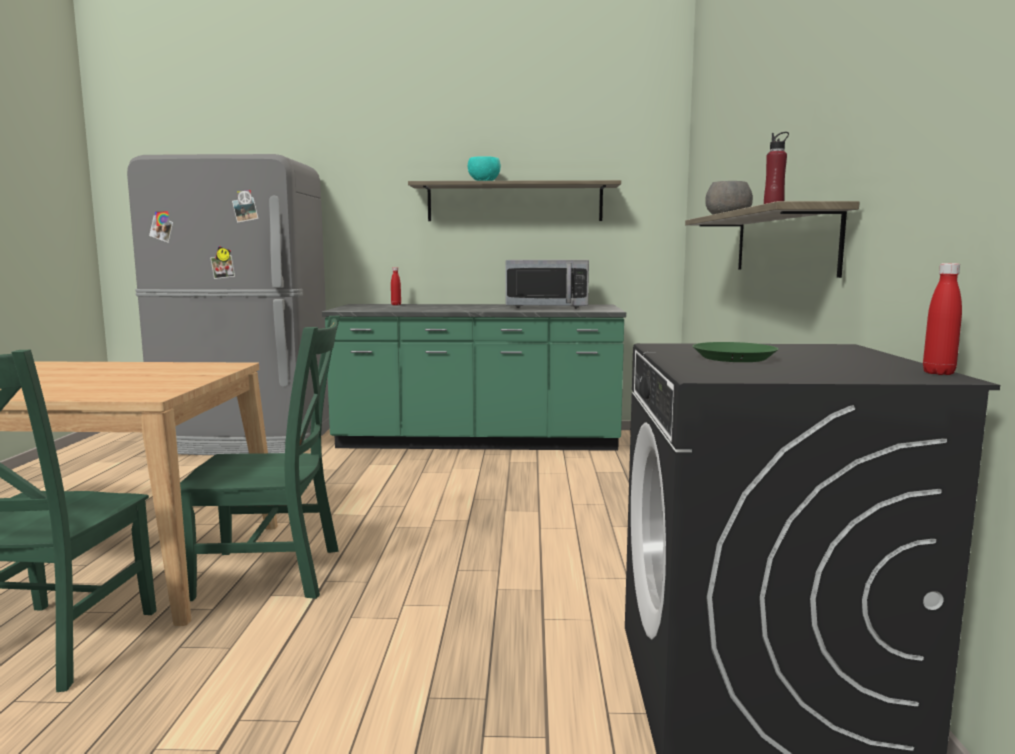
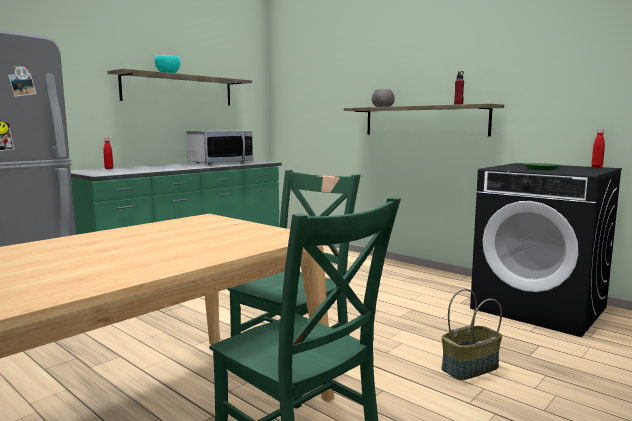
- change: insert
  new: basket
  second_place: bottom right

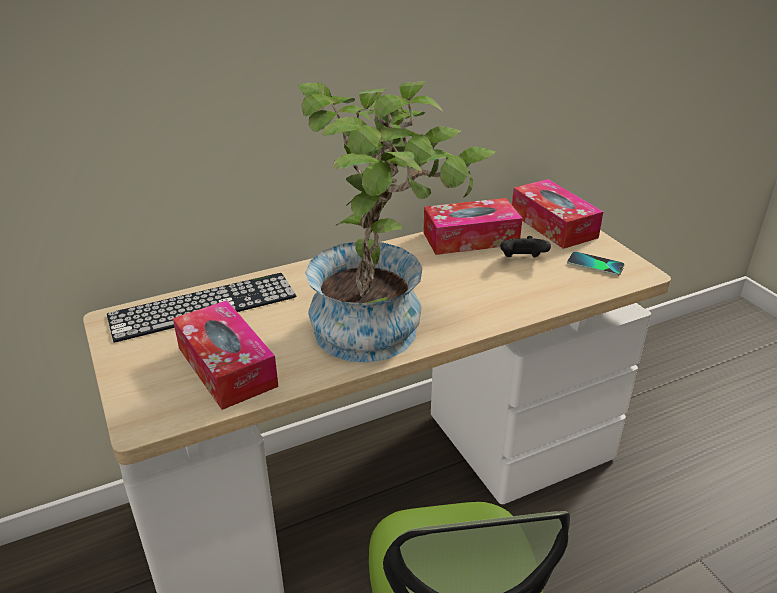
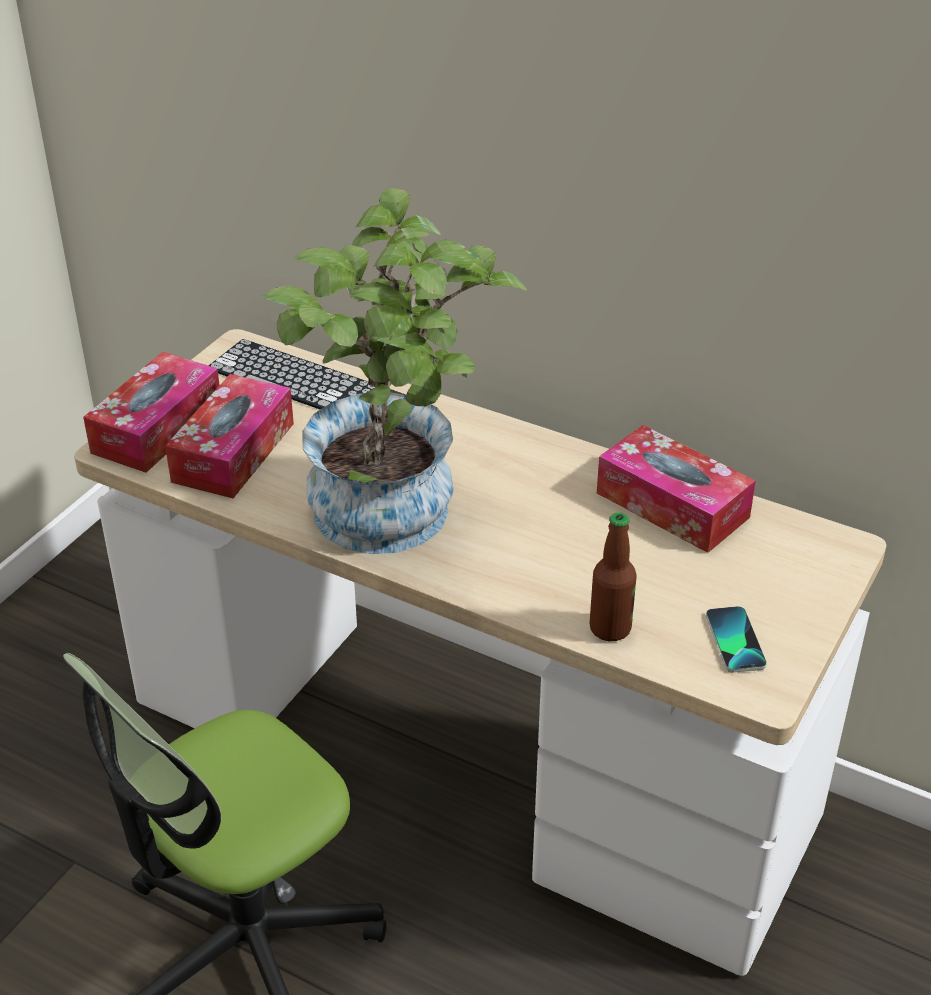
- change: delete
  old: black_game_controller
  first_place: middle right
- change: insert
  new: bottle
  second_place: centre
- change: move
  old: tissue_box (3rd from left in the first image)
  new: tissue_box (1st from left)
  first_place: middle right
  second_place: middle left

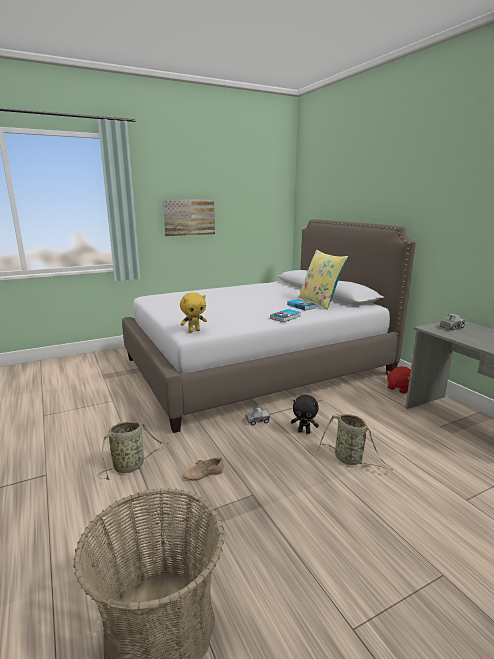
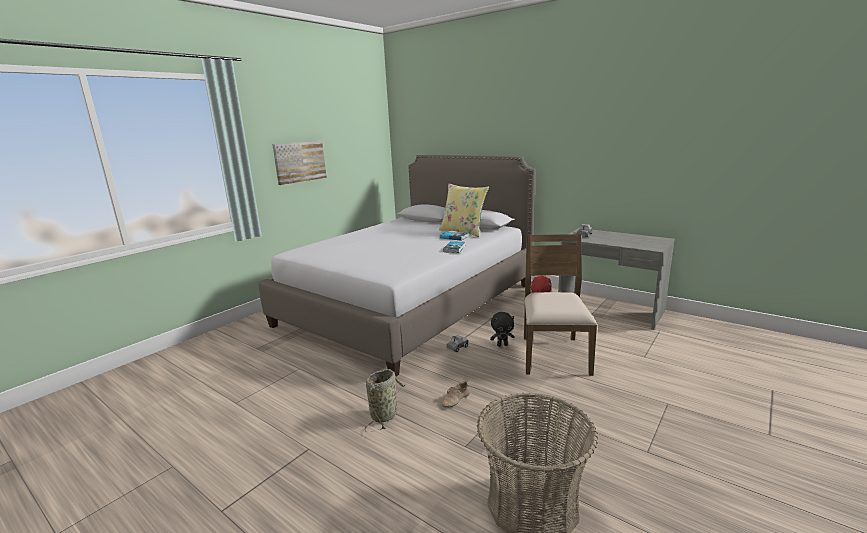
- change: delete
  old: yellow_plush_toy
  first_place: centre
- change: replace
  old: basket (3rd from left)
  new: brown_chair
  first_place: bottom right
  second_place: centre

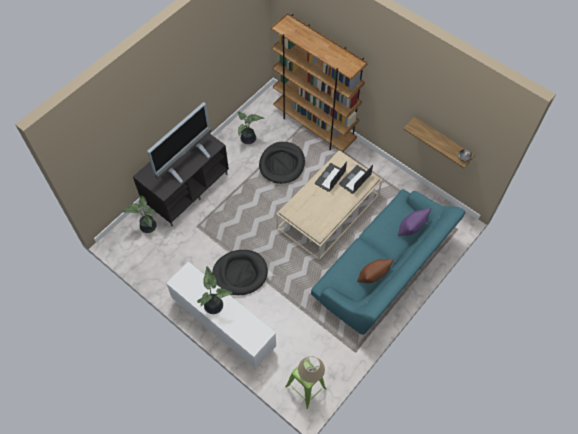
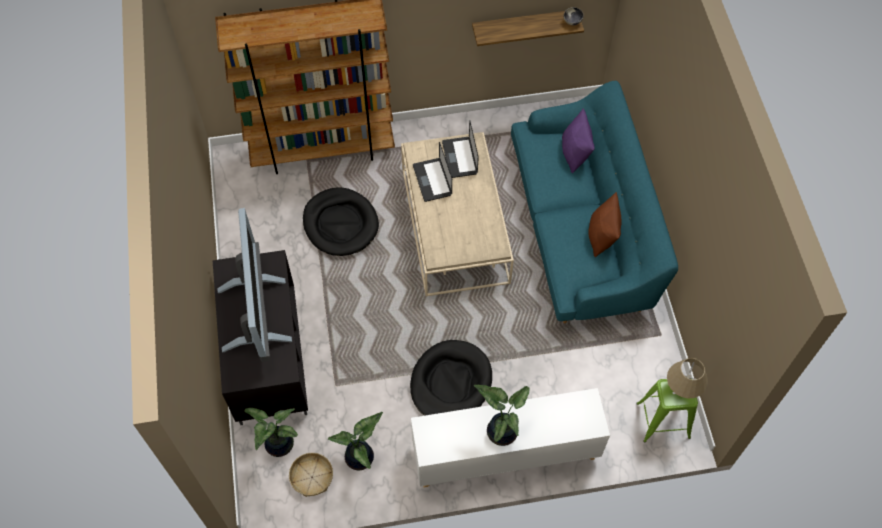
- change: insert
  new: basket
  second_place: bottom centre
- change: move
  old: potted_plant (3rd from left in the first image)
  new: potted_plant (2nd from left)
  first_place: top centre
  second_place: bottom centre

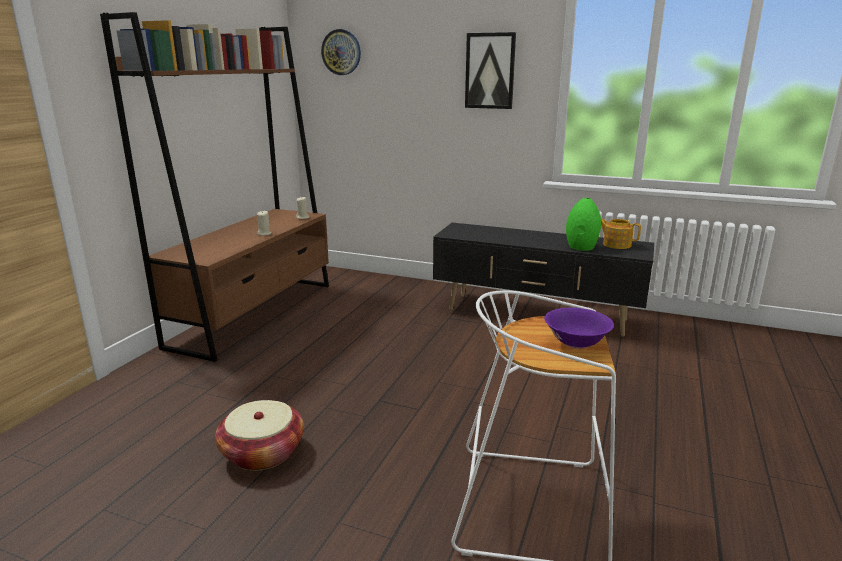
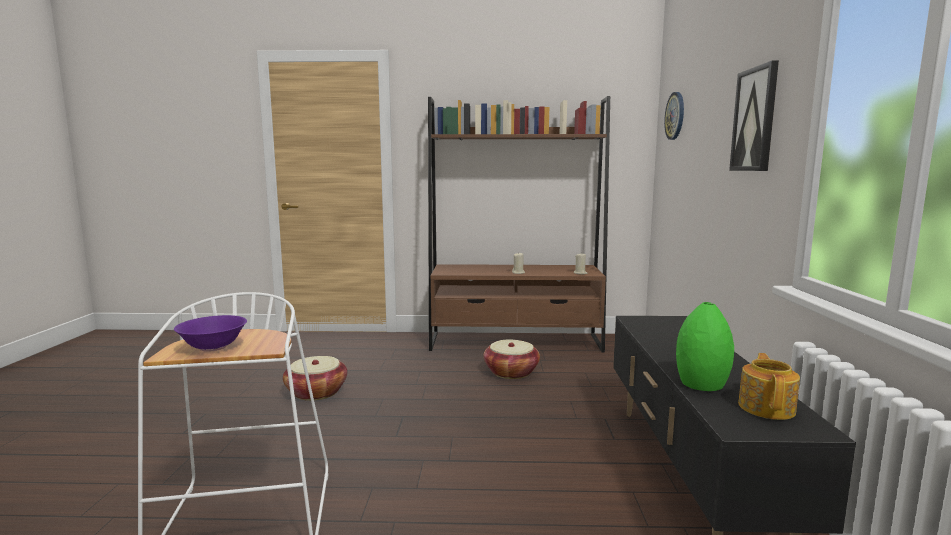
- change: insert
  new: basket (2nd from left)
  second_place: bottom centre

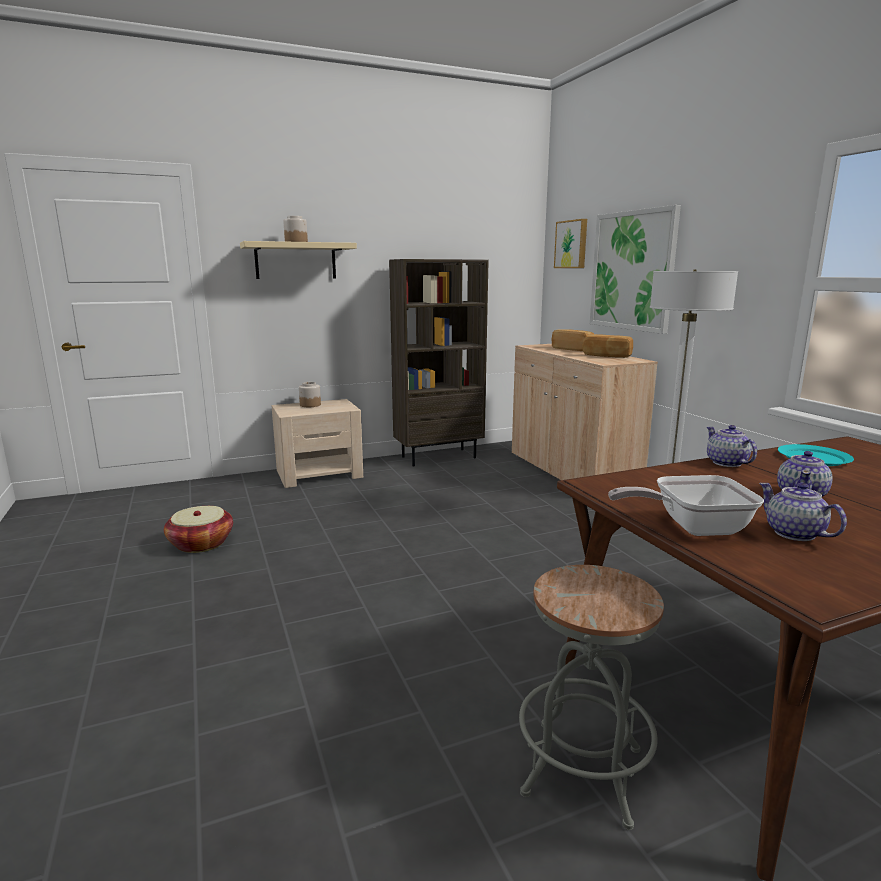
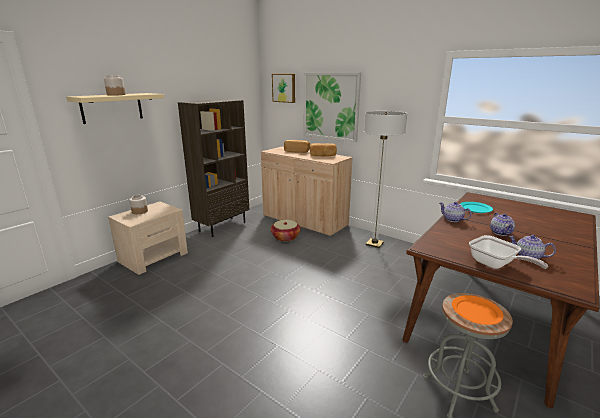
- change: insert
  new: orange_plate
  second_place: bottom right
- change: move
  old: basket
  first_place: middle left
  second_place: centre
- change: rotate
  old: frying_pan
  first_place: middle right
  second_place: middle right
  degrees: -90

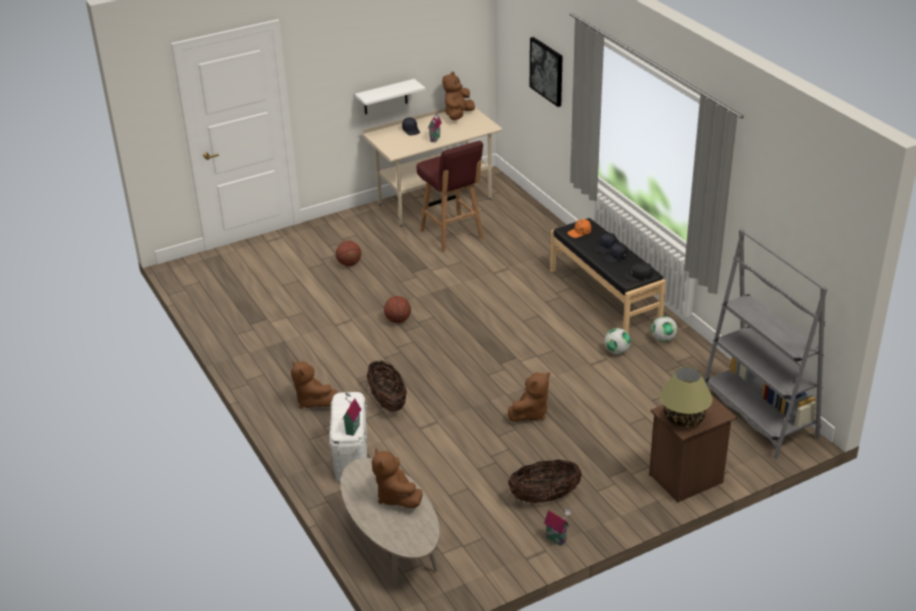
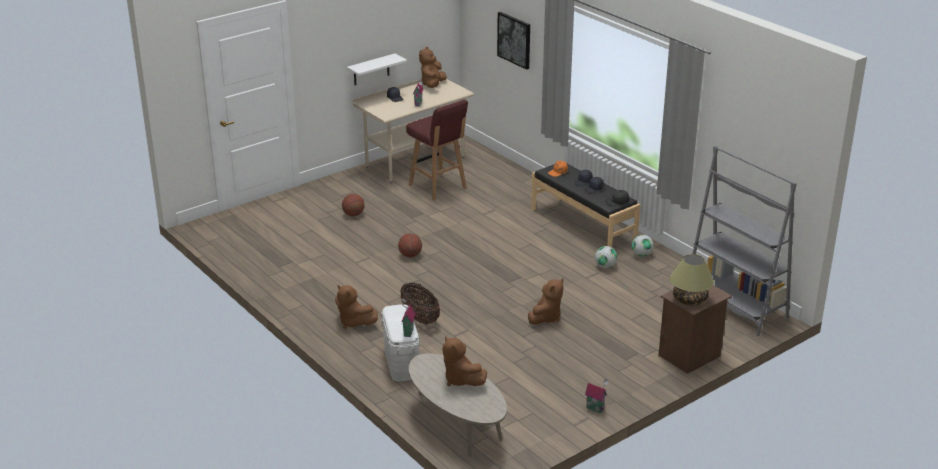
- change: delete
  old: basket (2nd from left)
  first_place: bottom centre

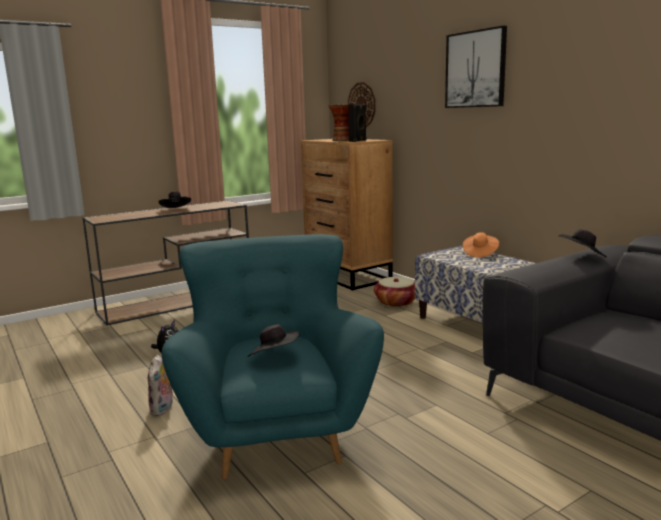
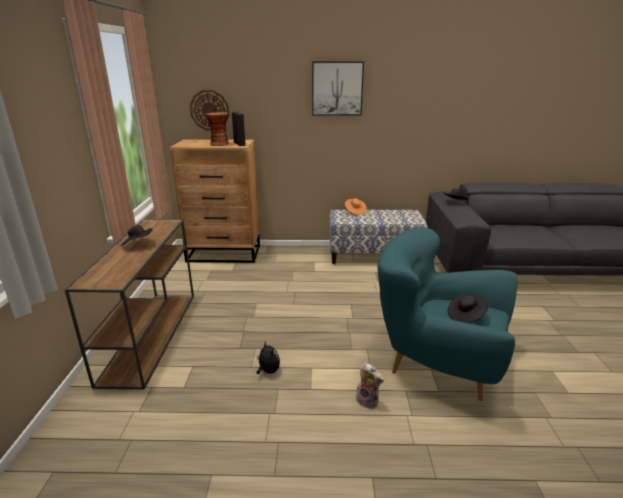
- change: delete
  old: basket
  first_place: centre

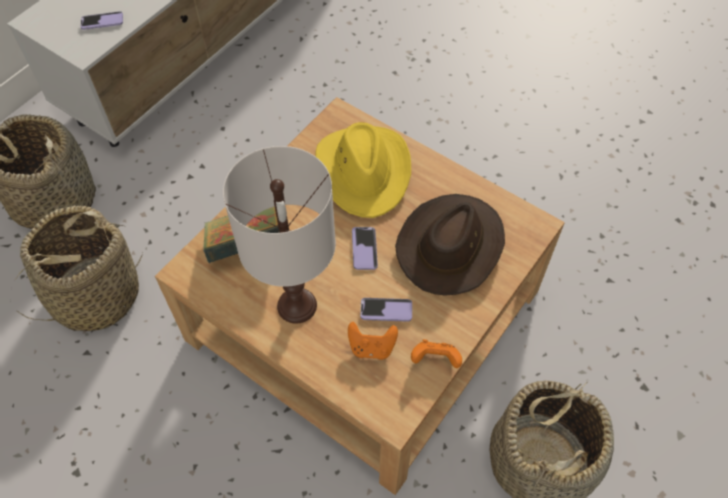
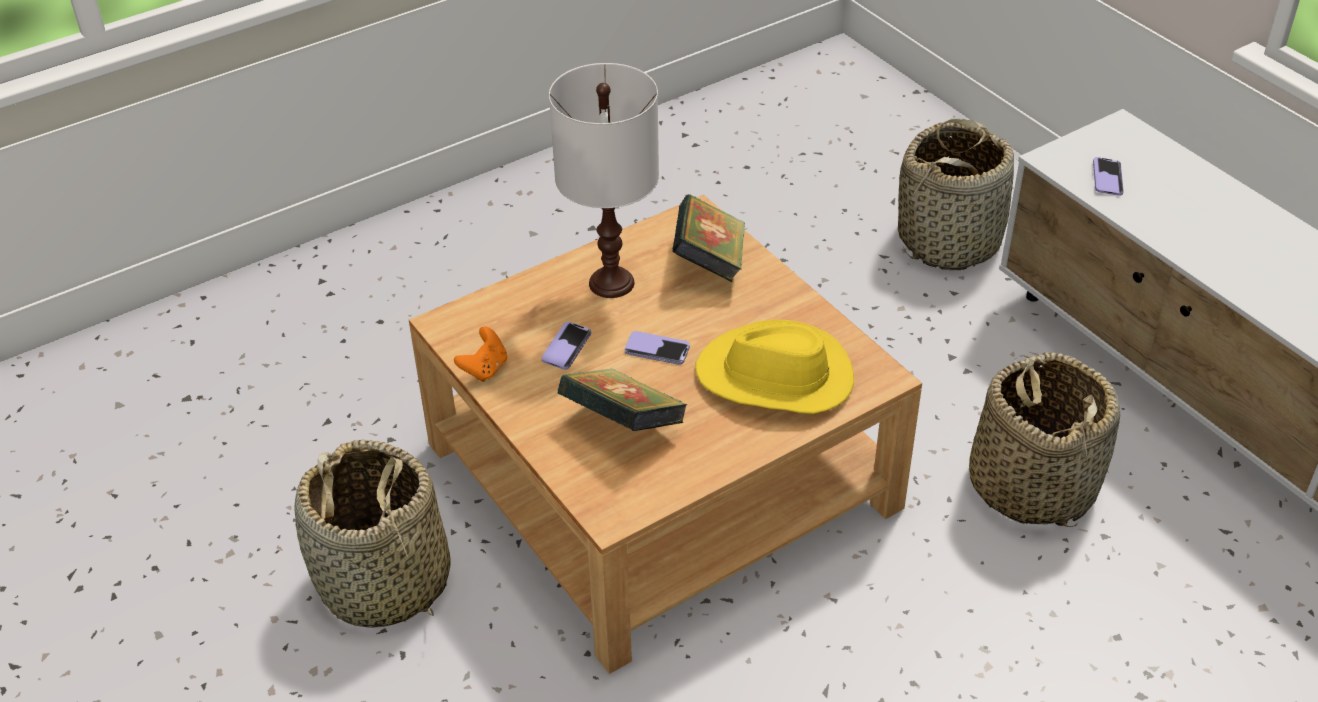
- change: delete
  old: orange_game_controller (1st from left)
  first_place: bottom centre
- change: move
  old: basket (2nd from left in the first image)
  new: basket (3rd from left)
  first_place: middle left
  second_place: middle right
- change: replace
  old: brown_hat
  new: book (1st from left)
  first_place: centre
  second_place: centre

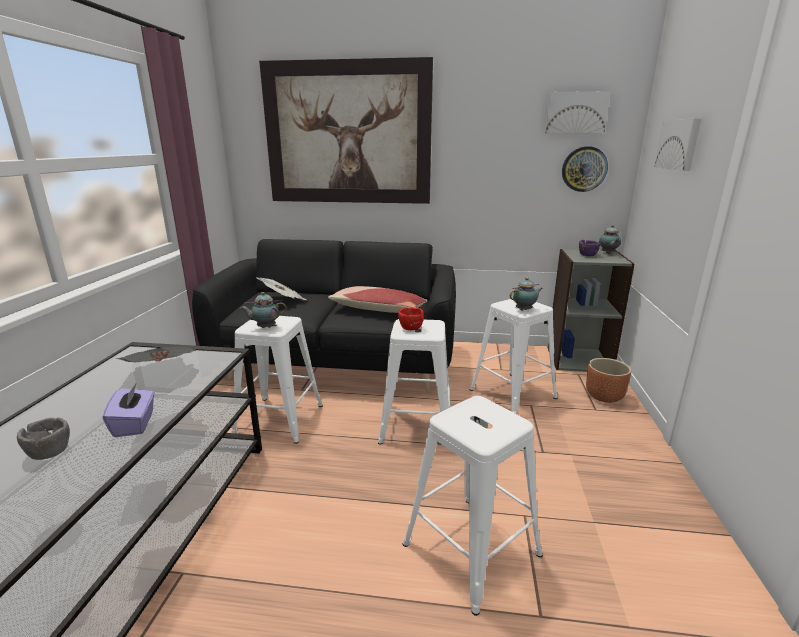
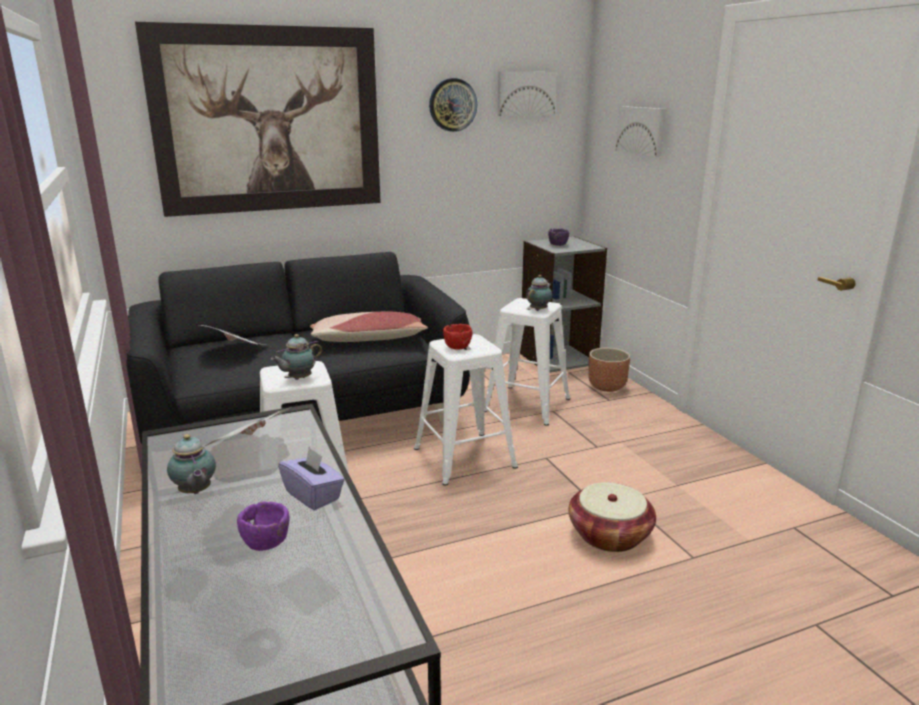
- change: move
  old: wall_clock
  first_place: top right
  second_place: top centre
- change: move
  old: teapot (3rd from left in the first image)
  new: teapot (1st from left)
  first_place: middle right
  second_place: middle left
- change: replace
  old: white_stool (3rd from left)
  new: basket
  first_place: bottom centre
  second_place: bottom centre
- change: recolor
  old: grey_bowl
  new: purple_bowl (1st from left)
  first_place: bottom left
  second_place: bottom left

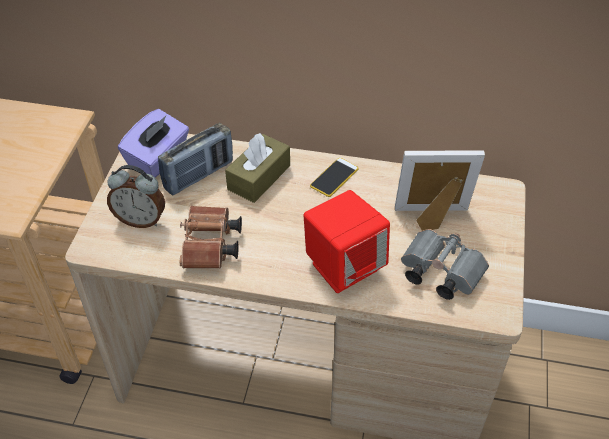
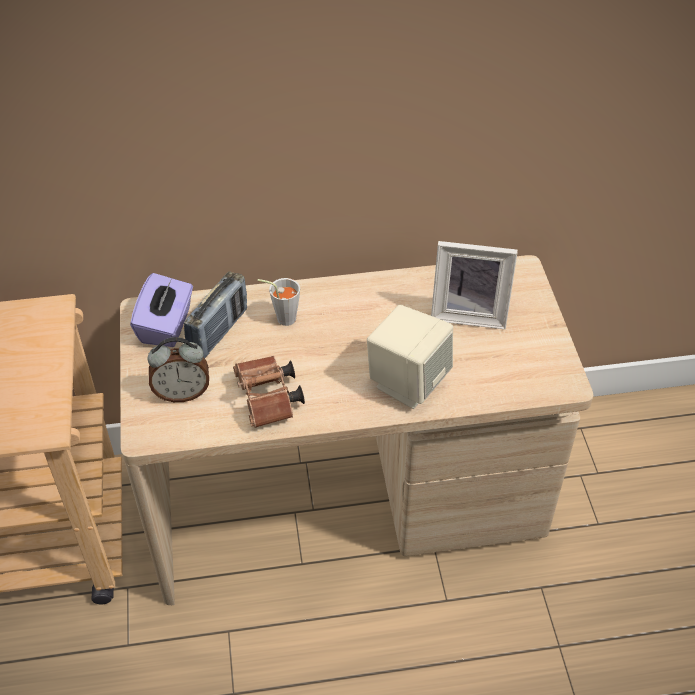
- change: delete
  old: phone
  first_place: centre
- change: delete
  old: grey_binoculars
  first_place: middle right
- change: replace
  old: brown_tissue_box
  new: grey_cup
  first_place: centre
  second_place: centre
- change: recolor
  old: red_speaker
  new: beige_speaker
  first_place: centre
  second_place: centre
- change: rotate
  old: picture_frame
  first_place: middle right
  second_place: middle right
  degrees: -150

